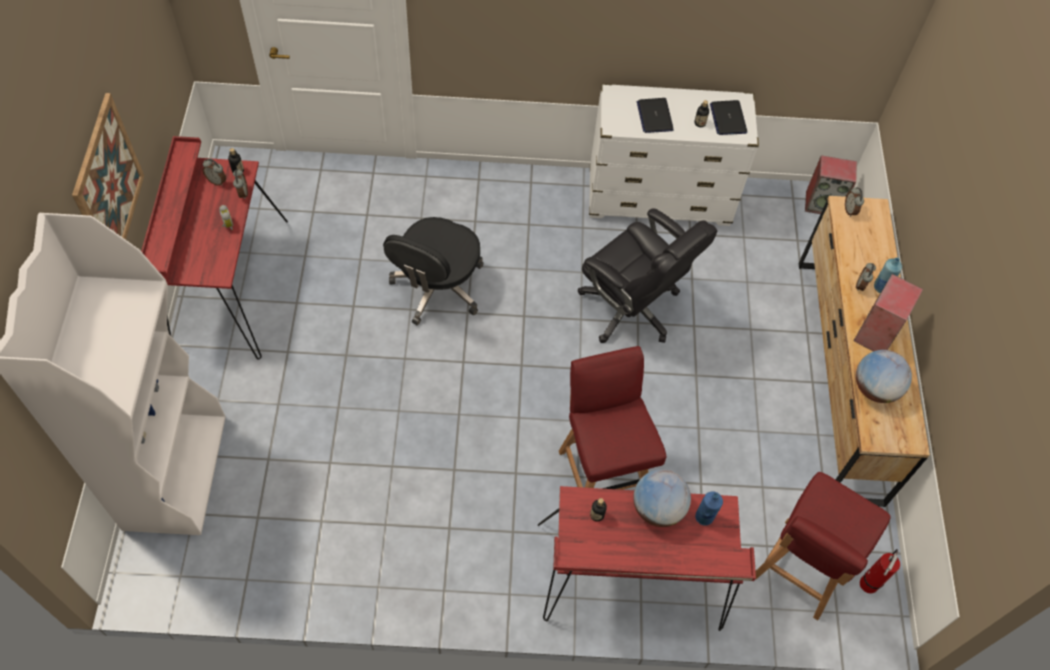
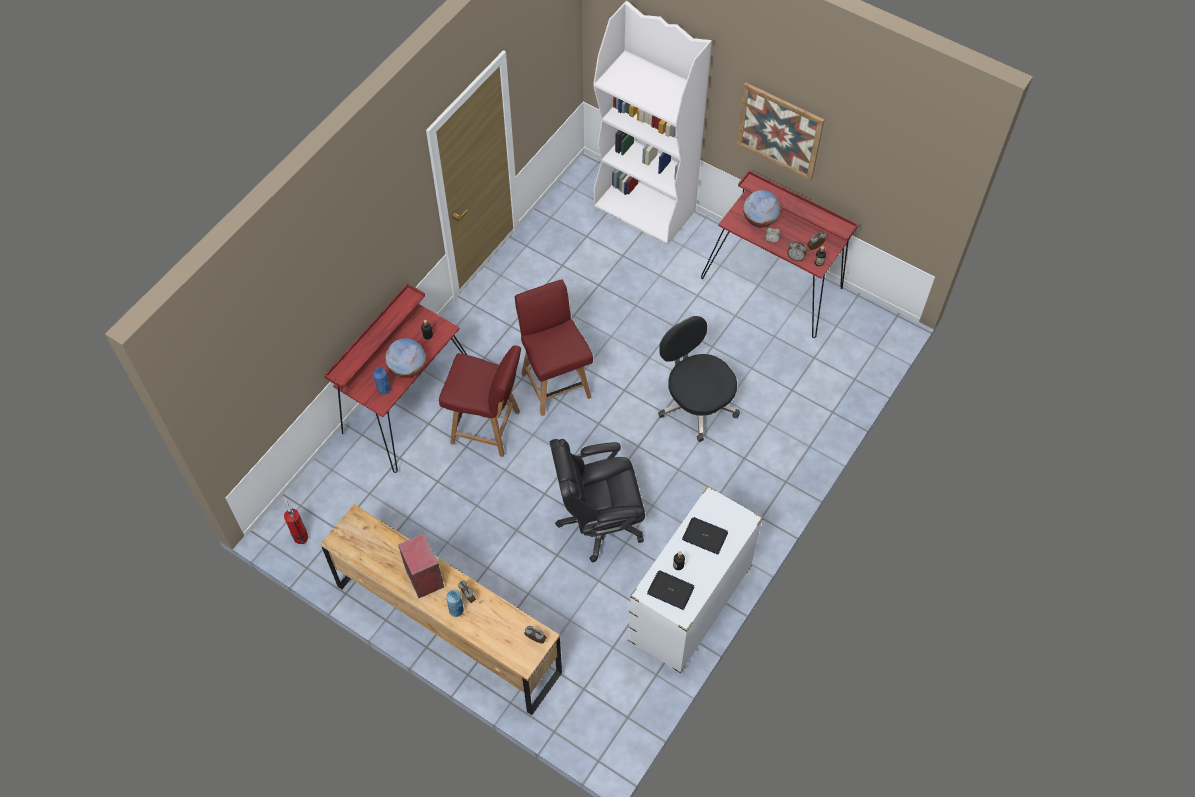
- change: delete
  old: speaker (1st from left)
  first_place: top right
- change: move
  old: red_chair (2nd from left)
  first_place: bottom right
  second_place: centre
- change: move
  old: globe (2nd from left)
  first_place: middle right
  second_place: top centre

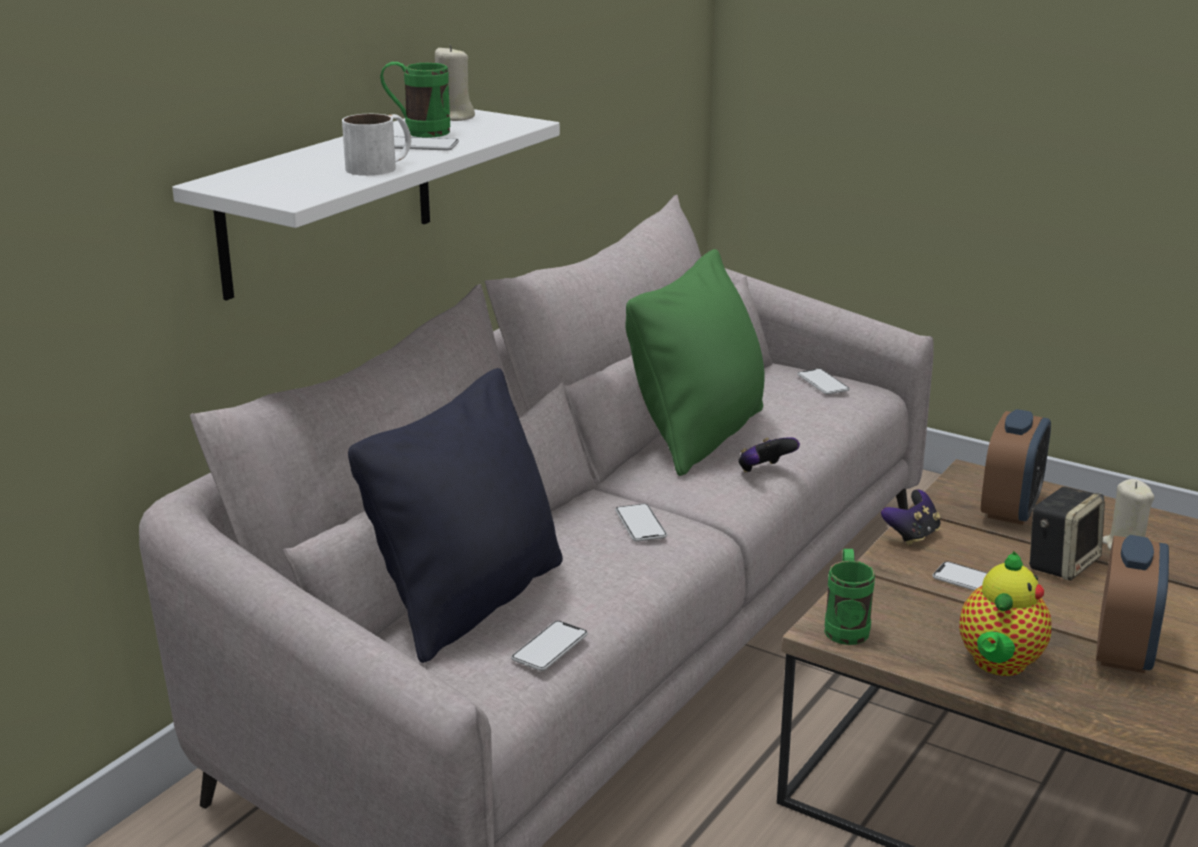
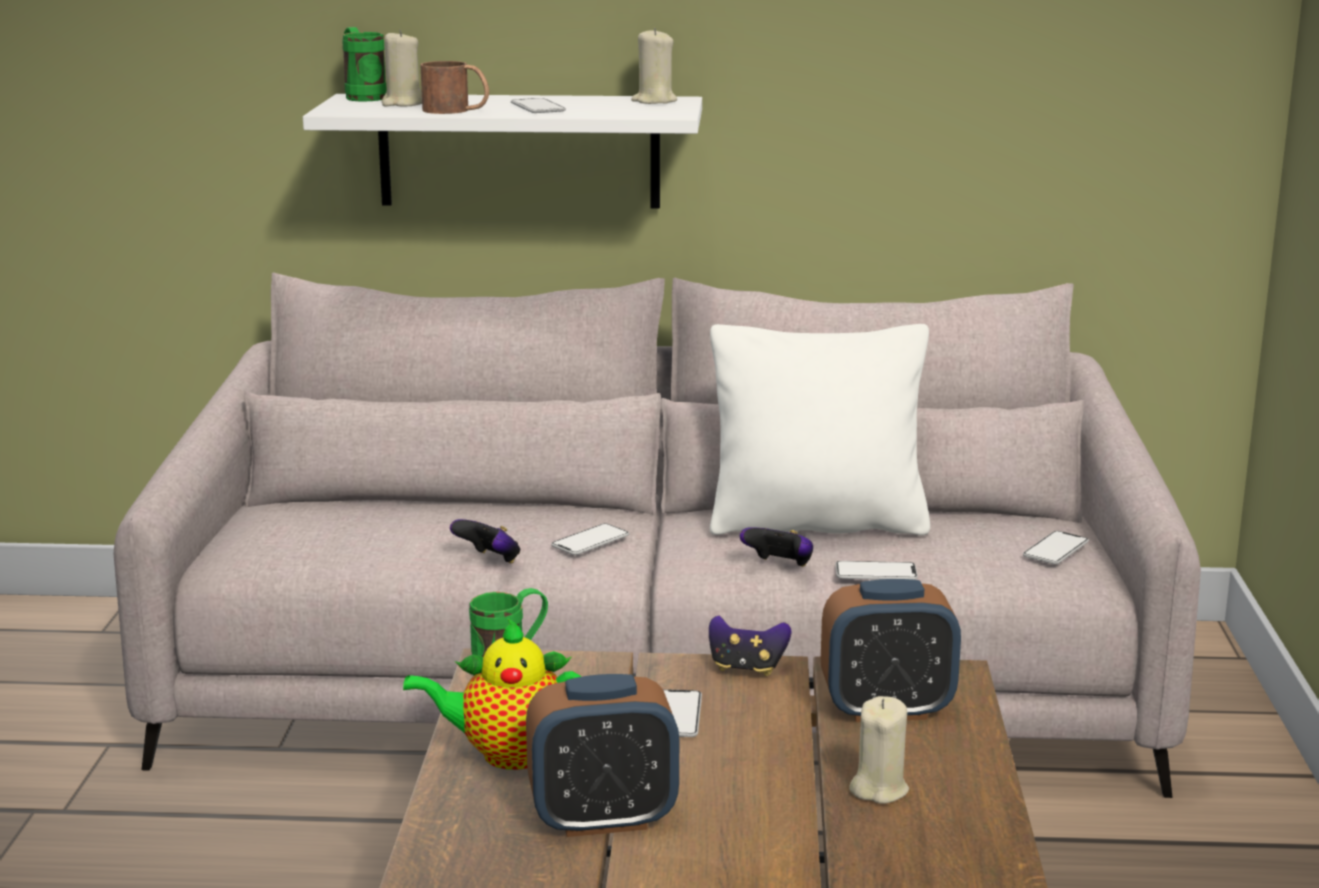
- change: delete
  old: black_pillow
  first_place: centre
- change: delete
  old: speaker
  first_place: middle right
- change: insert
  new: beige_candle (1st from left)
  second_place: top left
- change: insert
  new: game_controller (1st from left)
  second_place: centre
- change: move
  old: green_mug (1st from left)
  first_place: top centre
  second_place: top left
- change: move
  old: phone (2nd from left in the first image)
  new: phone (4th from left)
  first_place: bottom centre
  second_place: centre
- change: recolor
  old: white_mug
  new: brown_mug
  first_place: top left
  second_place: top centre
- change: recolor
  old: green_pillow
  new: white_pillow
  first_place: centre
  second_place: centre

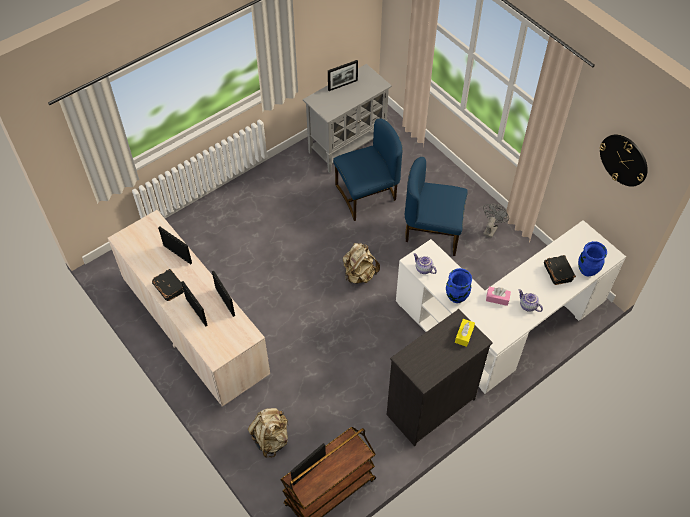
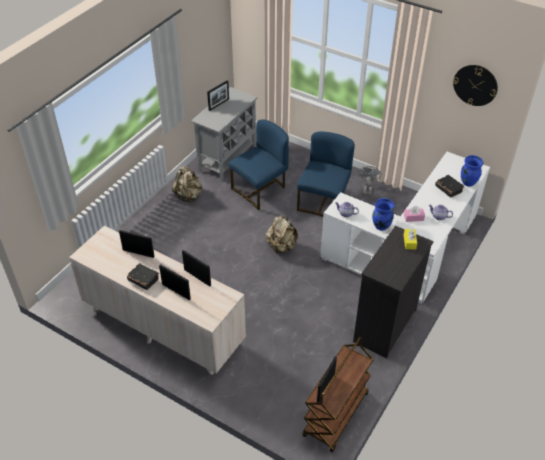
- change: move
  old: beige_backpack (1st from left)
  first_place: bottom centre
  second_place: centre
- change: rotate
  old: blue_chair (2nd from left)
  first_place: centre
  second_place: centre
  degrees: 120

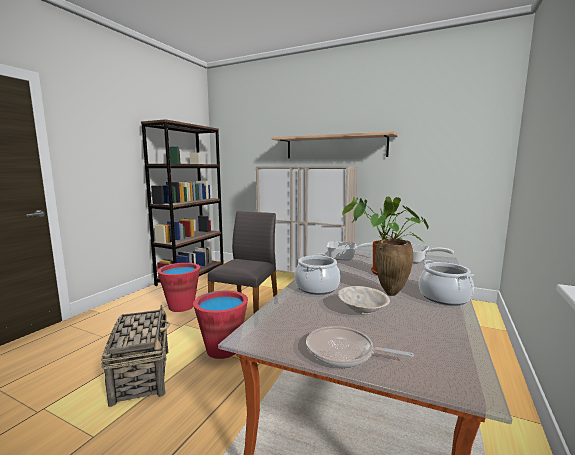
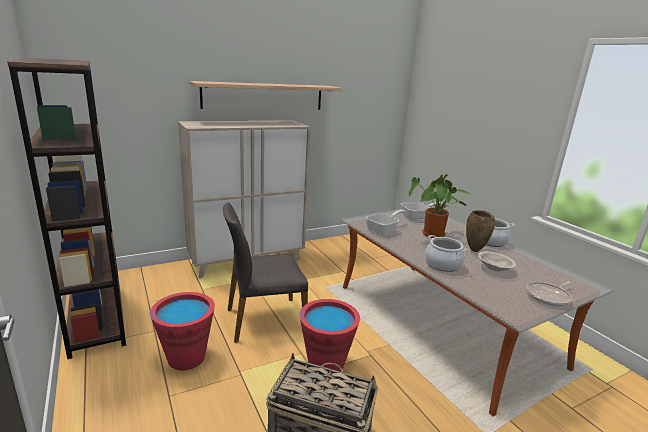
- change: rotate
  old: grey_chair
  first_place: centre
  second_place: centre
  degrees: -75

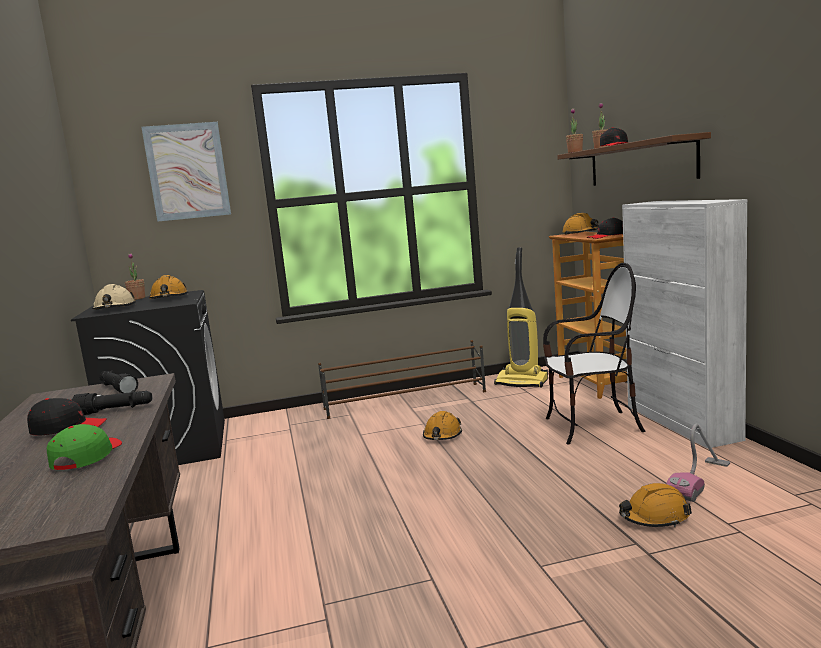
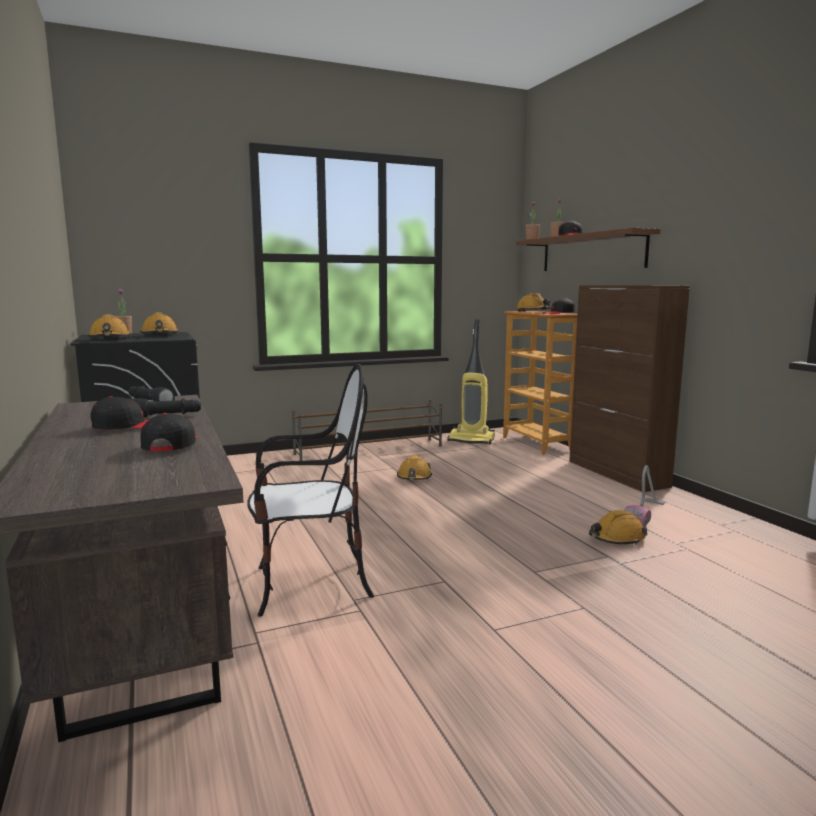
- change: delete
  old: picture
  first_place: top left
- change: move
  old: chair
  first_place: middle right
  second_place: centre
- change: recolor
  old: green_cap
  new: black_cap (2nd from left)
  first_place: bottom left
  second_place: middle left
- change: recolor
  old: beige_hard_hat
  new: orange_hard_hat (1st from left)
  first_place: middle left
  second_place: middle left
- change: recolor
  old: white_cabinet
  new: brown_cabinet
  first_place: middle right
  second_place: middle right

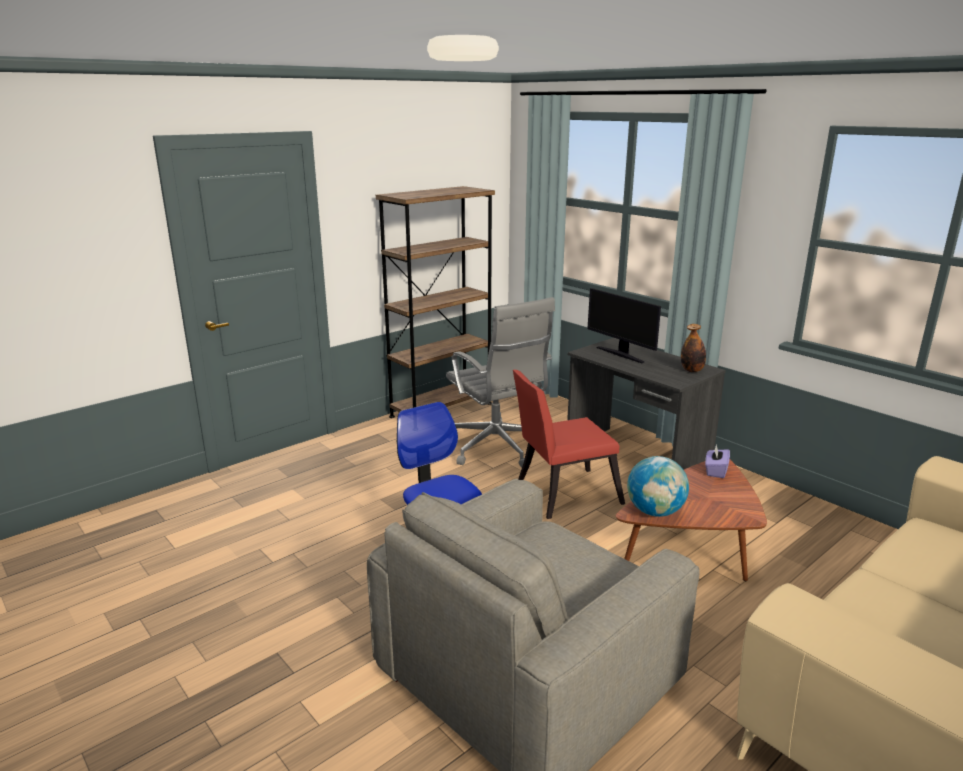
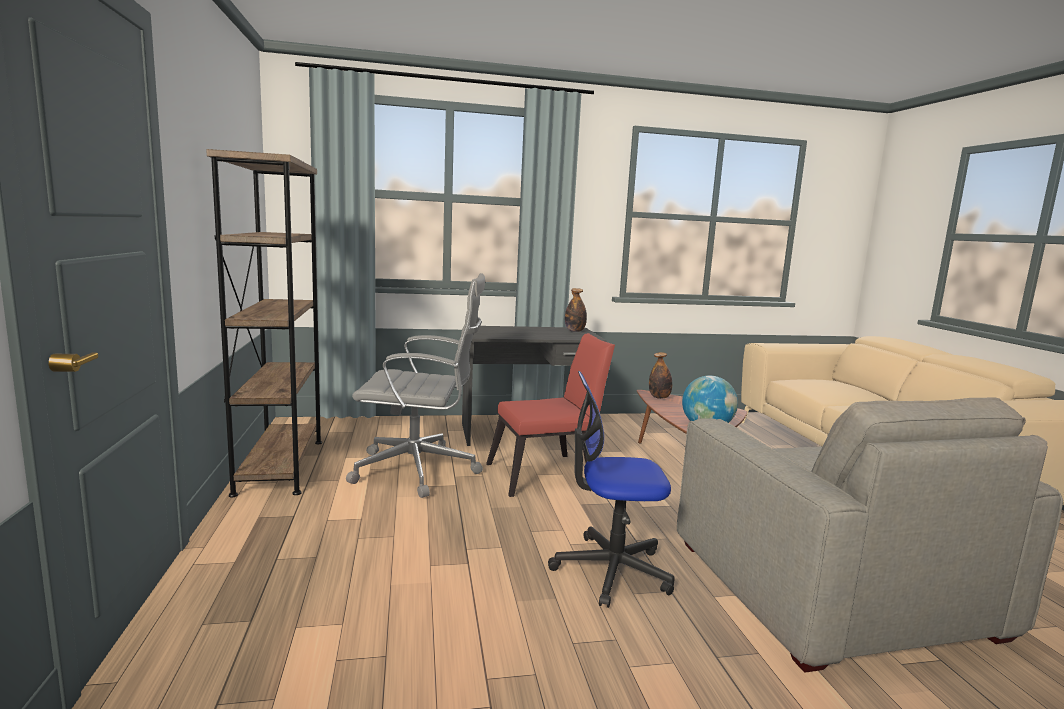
- change: delete
  old: monitor
  first_place: centre
- change: replace
  old: purple_tissue_box
  new: bottle (2nd from left)
  first_place: middle right
  second_place: centre
- change: rotate
  old: red_chair
  first_place: centre
  second_place: centre
  degrees: -120

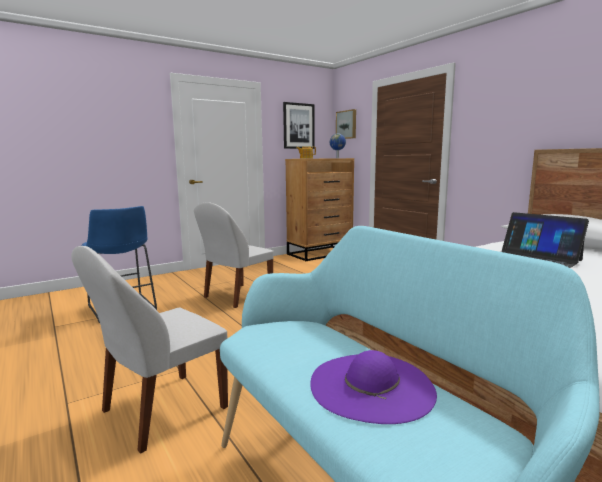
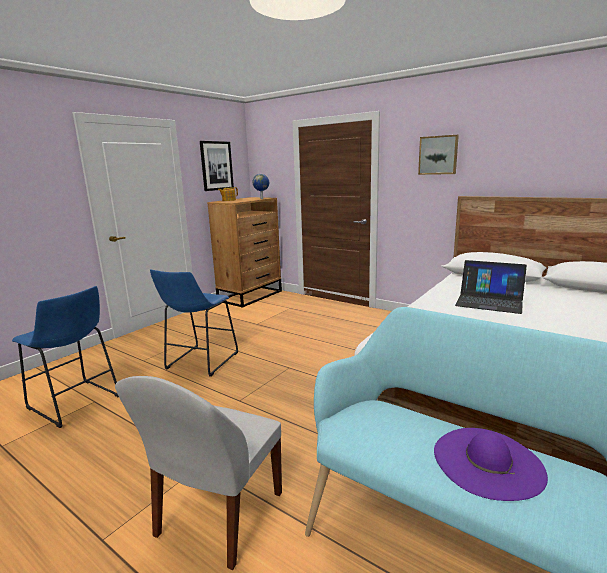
- change: move
  old: picture (2nd from left)
  first_place: top centre
  second_place: top right
- change: replace
  old: white_chair (2nd from left)
  new: blue_stool (2nd from left)
  first_place: centre
  second_place: middle left

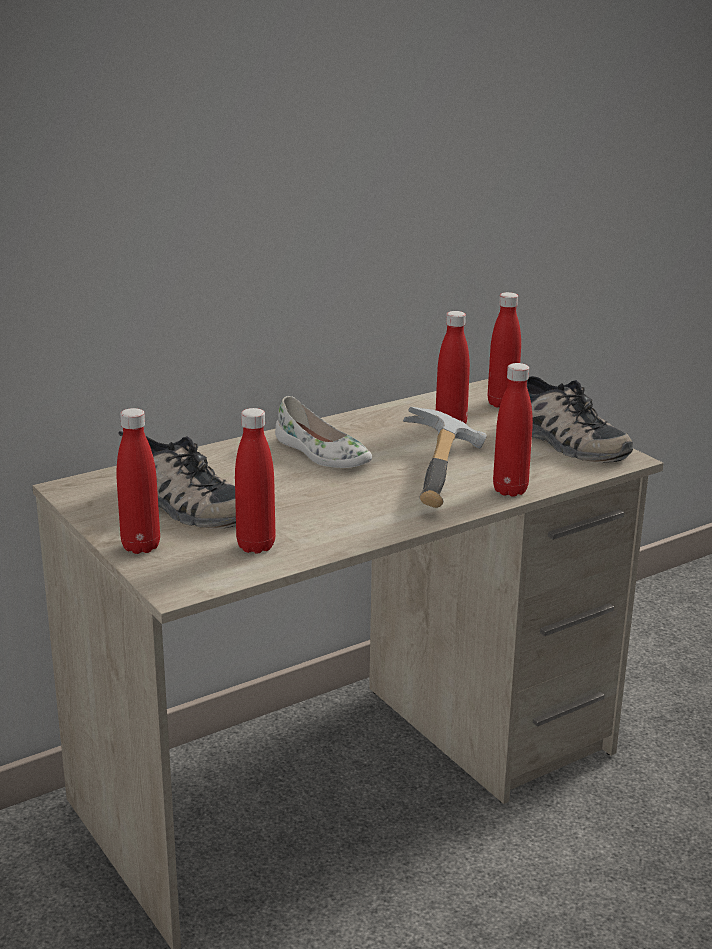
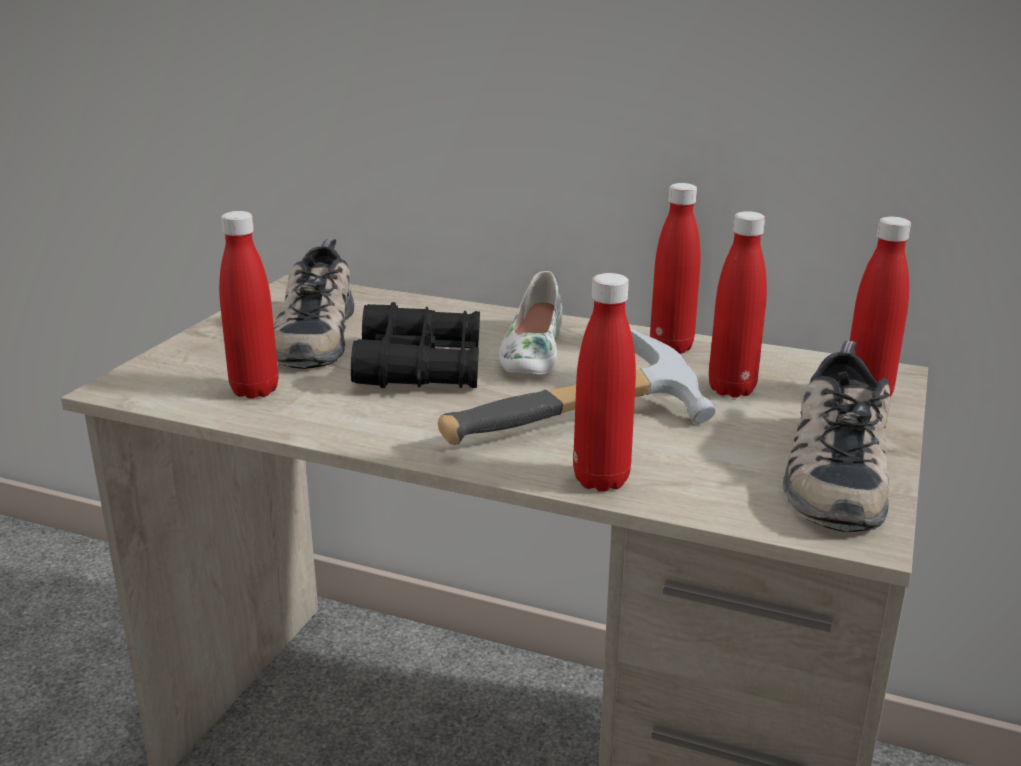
- change: insert
  new: black_binoculars
  second_place: centre
- change: move
  old: red_bottle (1st from left in the first image)
  new: red_bottle (3rd from left)
  first_place: middle left
  second_place: centre

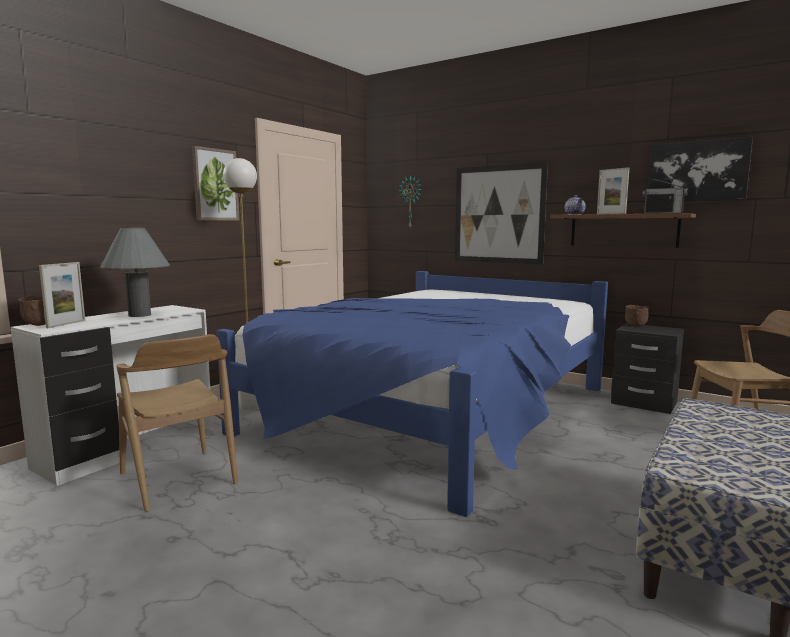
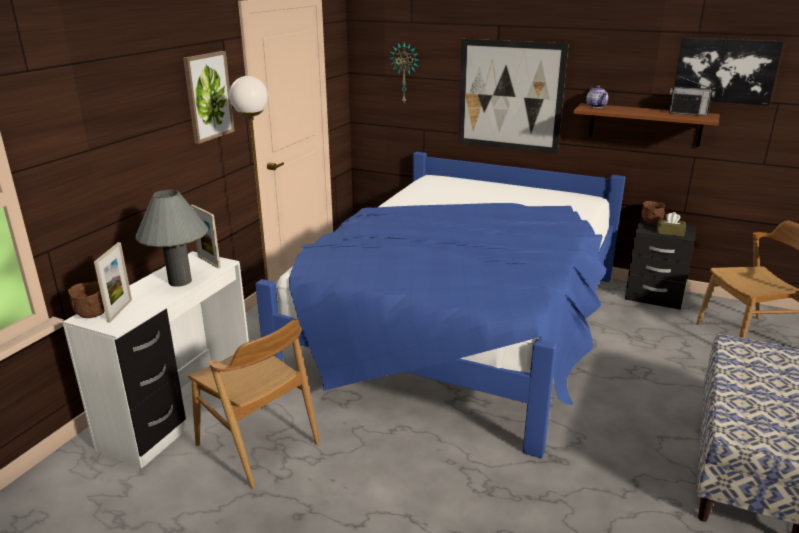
- change: insert
  new: brown_tissue_box
  second_place: middle right
- change: move
  old: picture_frame (2nd from left)
  first_place: top right
  second_place: middle left

